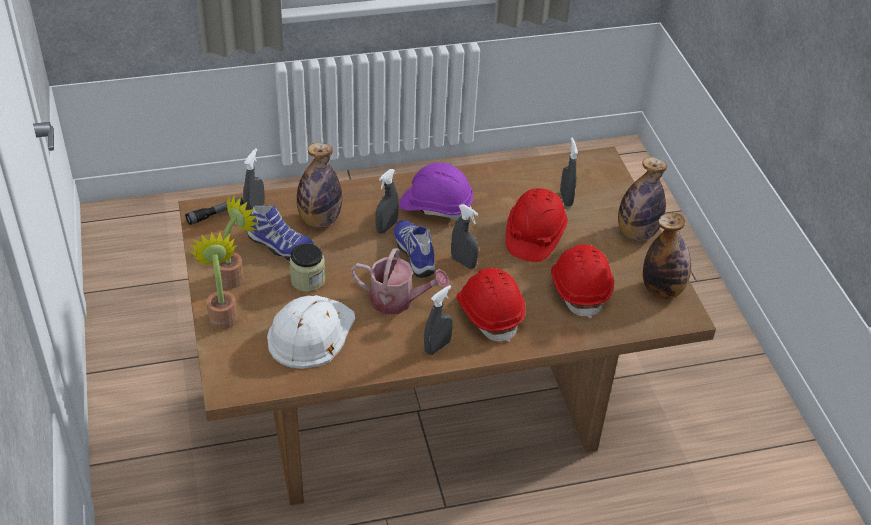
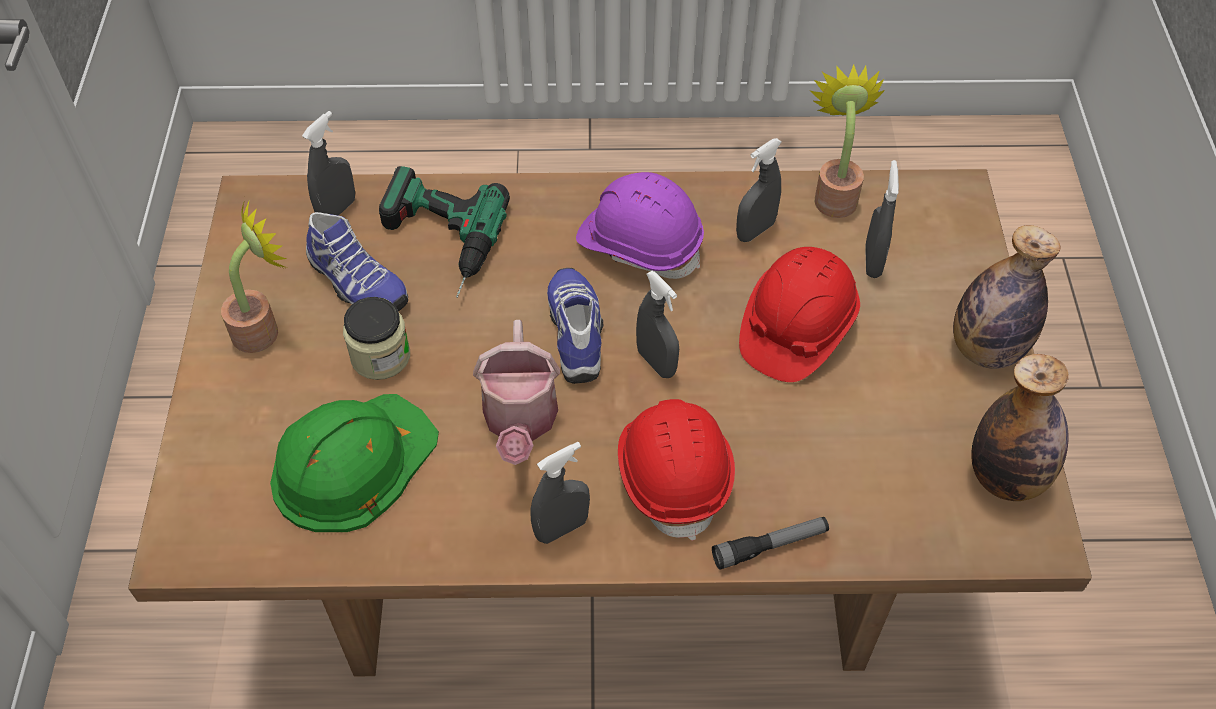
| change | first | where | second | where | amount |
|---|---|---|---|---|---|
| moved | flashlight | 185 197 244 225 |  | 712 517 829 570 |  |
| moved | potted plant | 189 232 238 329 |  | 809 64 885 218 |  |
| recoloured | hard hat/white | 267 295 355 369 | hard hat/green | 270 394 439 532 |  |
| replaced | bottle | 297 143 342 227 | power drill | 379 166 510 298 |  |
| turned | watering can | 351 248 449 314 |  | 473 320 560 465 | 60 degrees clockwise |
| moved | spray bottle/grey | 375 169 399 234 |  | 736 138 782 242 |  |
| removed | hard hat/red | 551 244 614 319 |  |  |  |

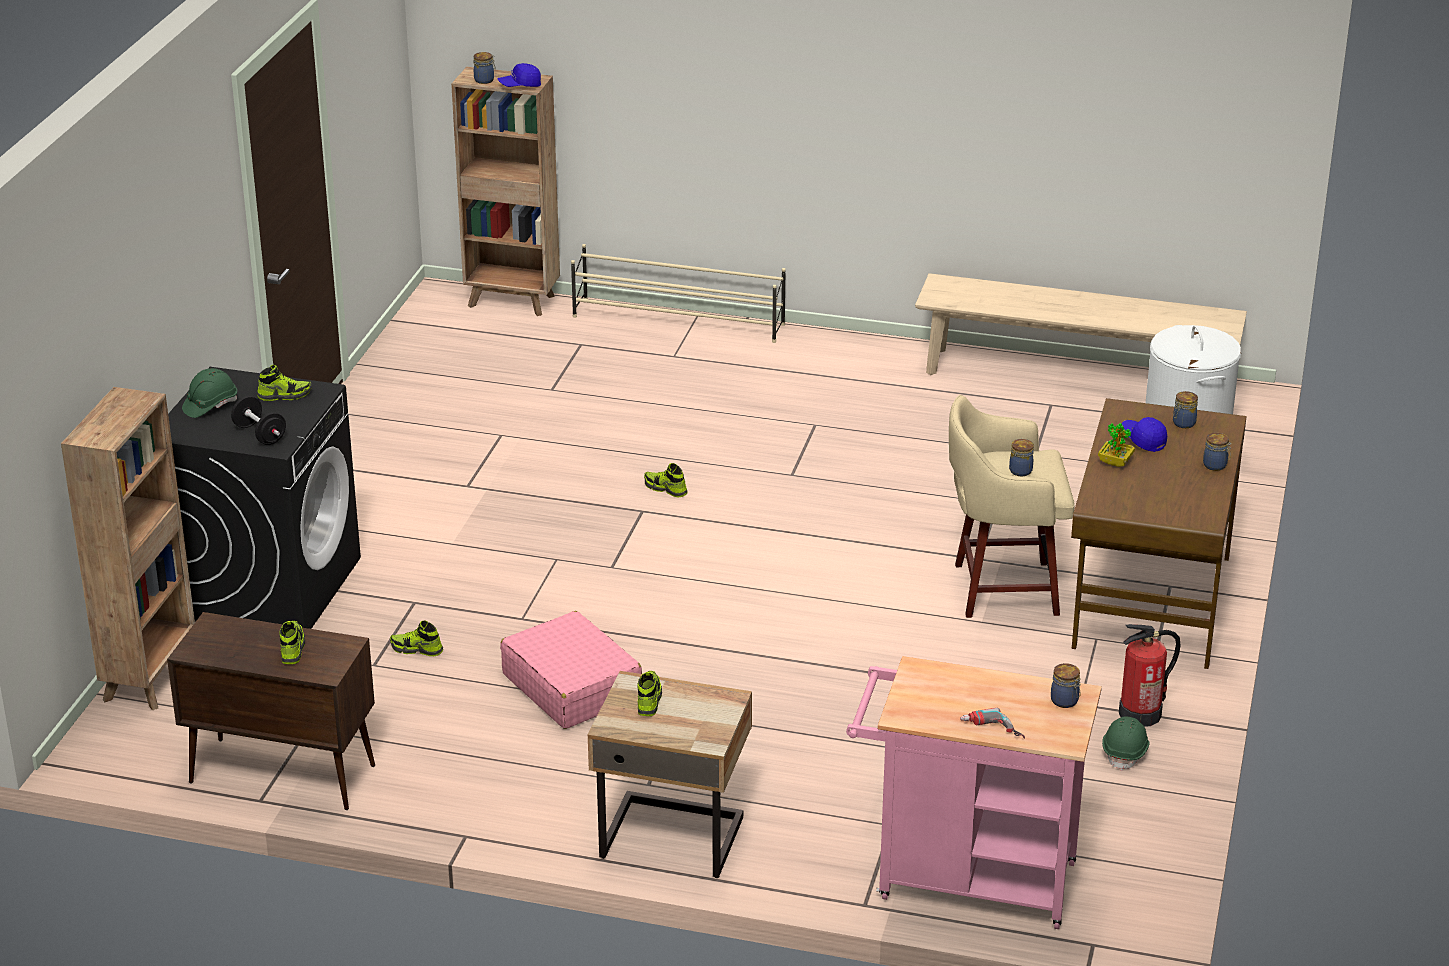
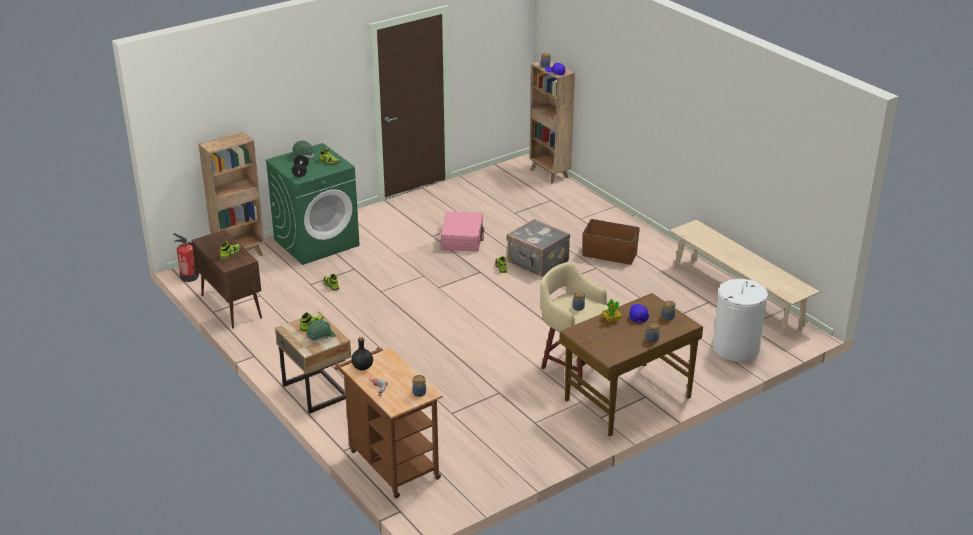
| change | first | where | second | where | amount |
|---|---|---|---|---|---|
| recoloured | washing machine/black | 168 367 361 629 | washing machine/green | 265 143 360 265 |  |
| moved | suitcase/pink | 500 611 642 729 |  | 441 211 484 251 |  |
| removed | shoe rack/beige | 571 244 786 343 |  |  |  |
| recoloured | cart/pink | 846 656 1102 929 | cart/brown | 334 347 443 499 |  |
| moved | hard hat/green | 1102 717 1150 771 |  | 306 320 336 343 |  |
| moved | fire extinguisher | 1119 624 1181 727 |  | 173 233 199 282 |  |
| added |  |  | bottle/black | 351 336 373 371 |  |
| added |  |  | suitcase/grey | 507 219 570 277 |  |
| added |  |  | storage box/brown | 583 219 640 265 |  |

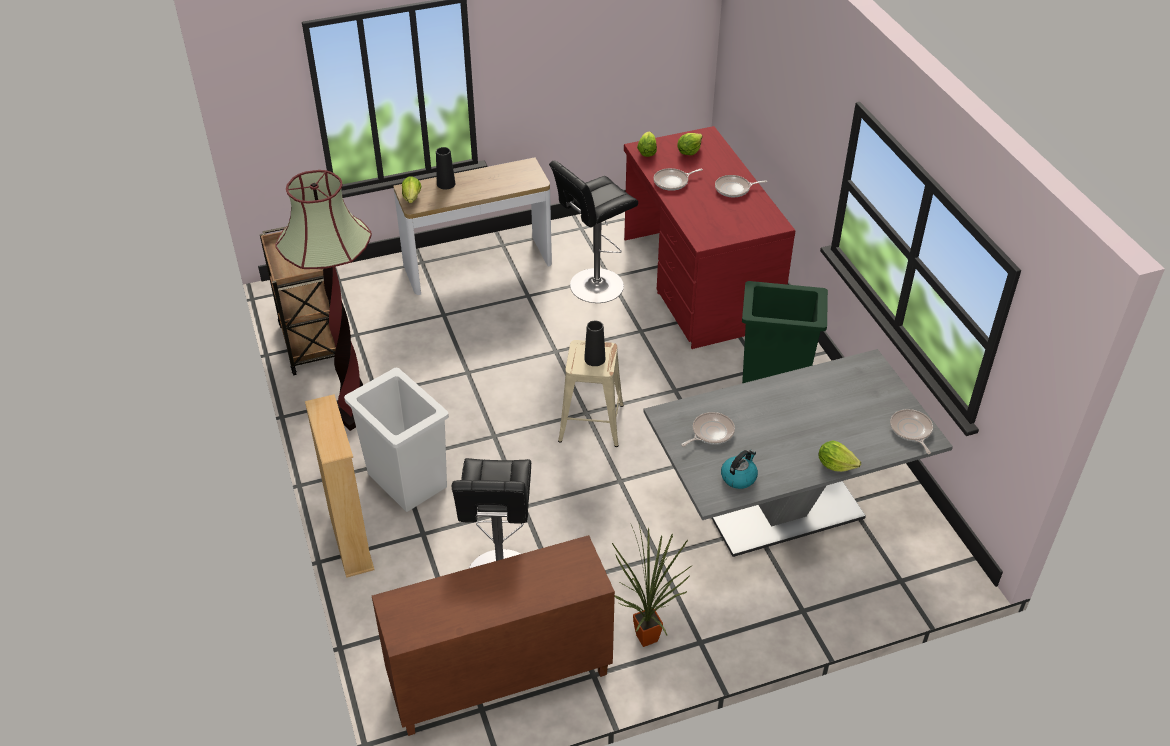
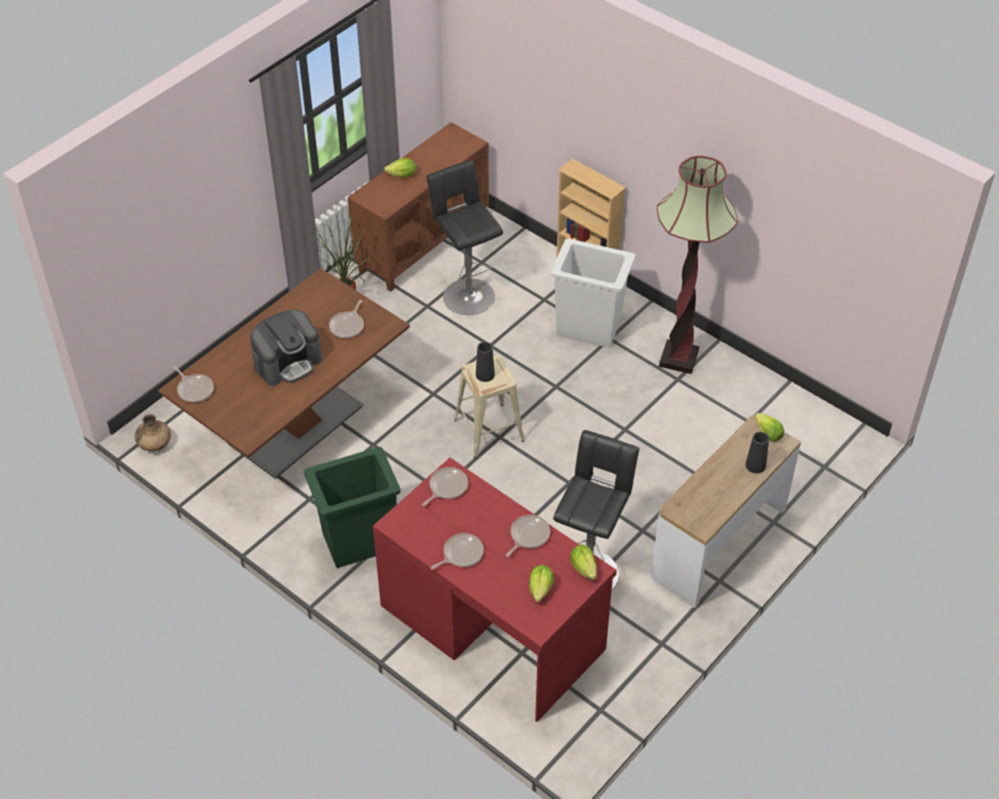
| change | first | where | second | where | amount |
|---|---|---|---|---|---|
| removed | cart/brown | 260 226 336 375 |  |  |  |
| recoloured | dining table/grey | 644 349 953 557 | dining table/brown | 158 268 410 479 |  |
| removed | kettle | 721 450 758 489 |  |  |  |
| moved | lettuce | 818 440 861 472 |  | 384 158 416 178 |  |
| added |  |  | vase/brown | 135 414 171 451 |  |
| added |  |  | coffee machine | 250 310 322 386 |  |
| added |  |  | frying pan | 422 467 468 506 |  |

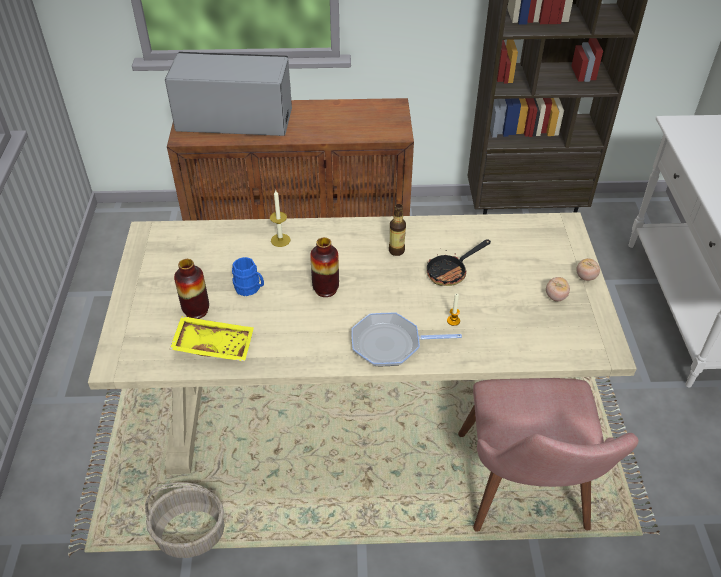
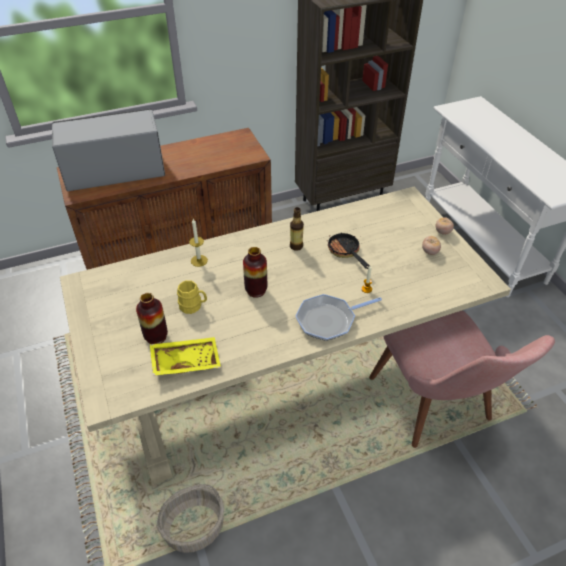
| change | first | where | second | where | amount |
|---|---|---|---|---|---|
| recoloured | mug/blue | 232 257 264 296 | mug/yellow | 177 280 207 314 |  |
| turned | frying pan | 427 239 491 286 |  | 327 232 370 269 | 120 degrees clockwise |

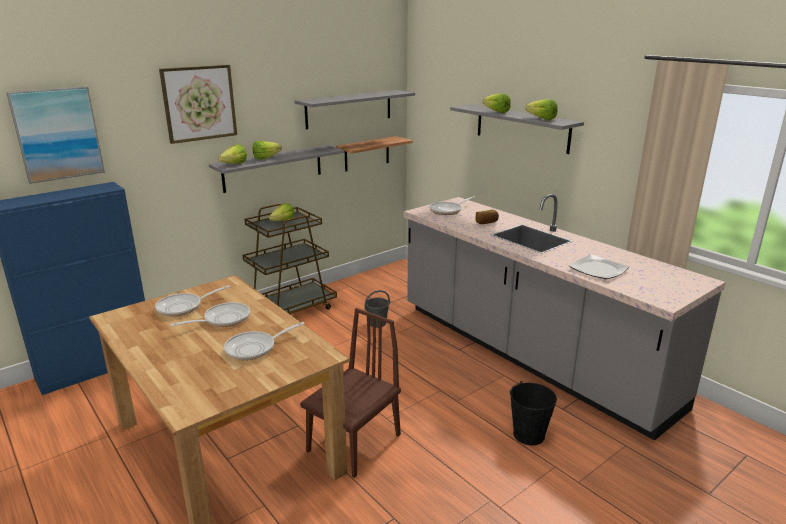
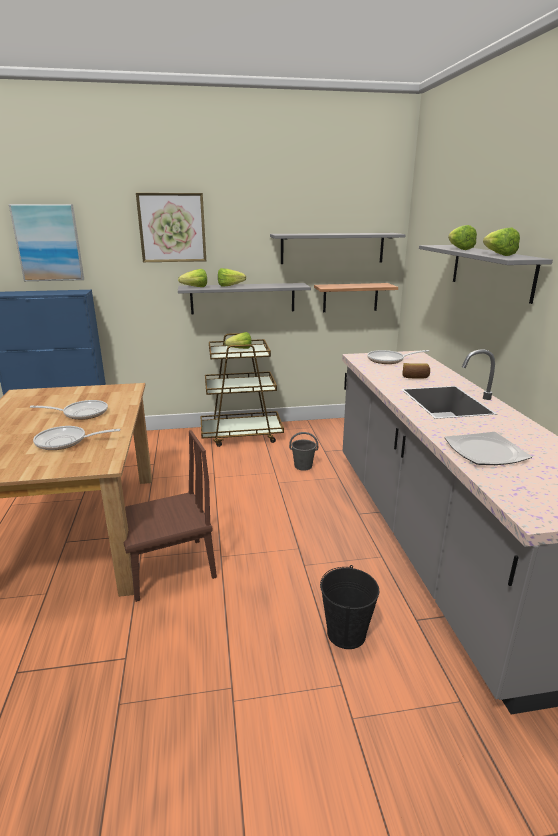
| change | first | where | second | where | amount |
|---|---|---|---|---|---|
| removed | frying pan | 155 285 230 316 |  |  |  |

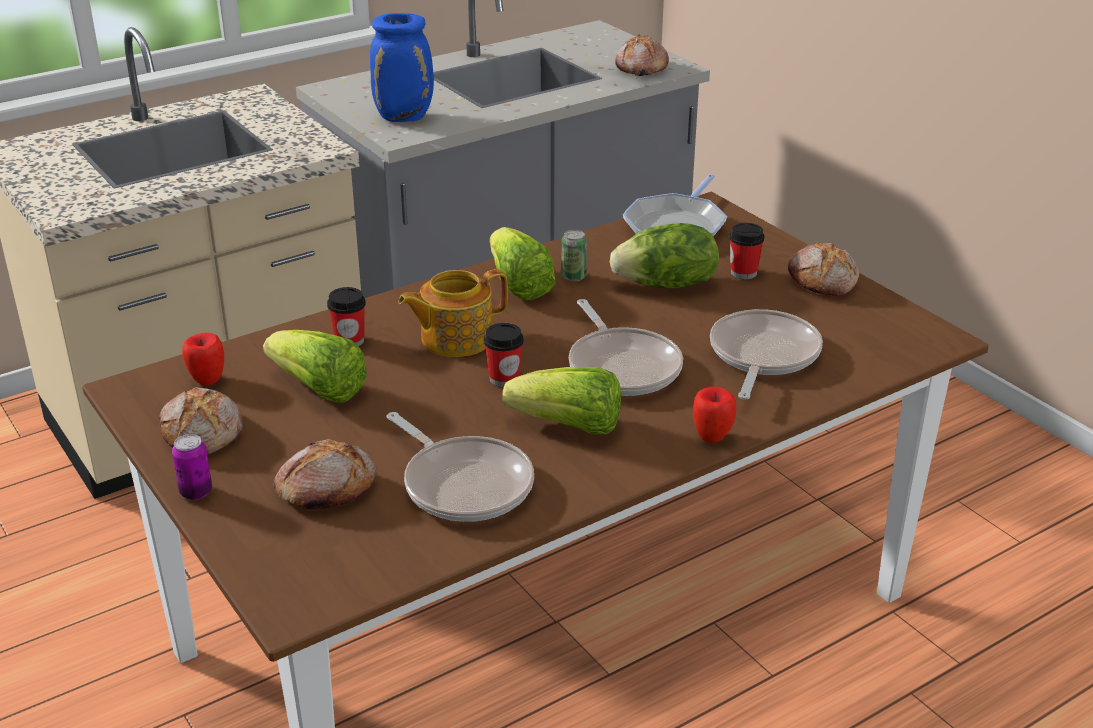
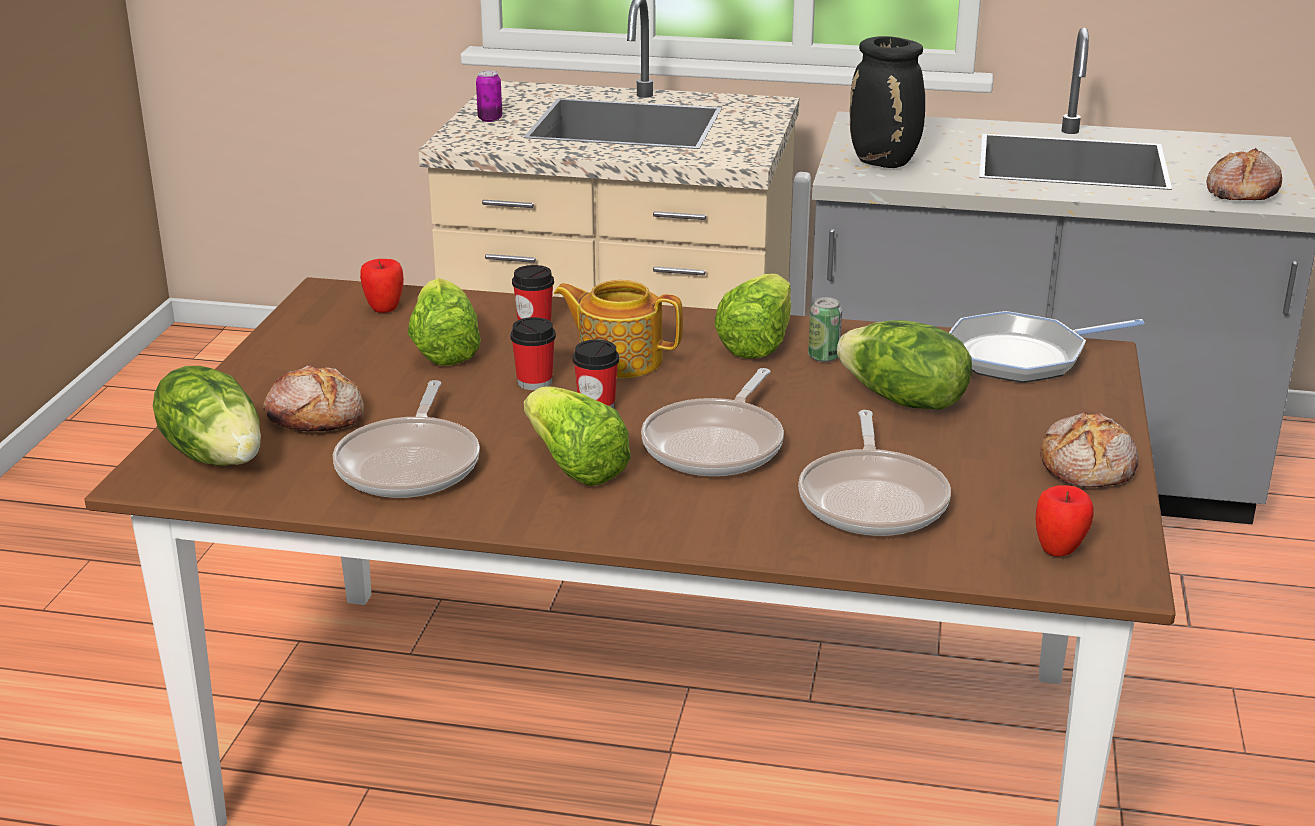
| change | first | where | second | where | amount |
|---|---|---|---|---|---|
| removed | bread | 159 387 243 454 |  |  |  |
| moved | can | 172 434 212 500 |  | 476 71 502 122 |  |
| recoloured | vase/blue | 370 13 434 122 | vase/black | 850 36 925 168 |  |
| moved | apple | 693 387 736 443 |  | 1036 485 1094 557 |  |
| turned | frying pan | 710 309 823 400 |  | 798 410 951 536 | 120 degrees clockwise |
| moved | cup | 729 223 765 279 |  | 510 317 556 390 |  |
| added |  |  | lettuce | 153 366 261 466 |  |

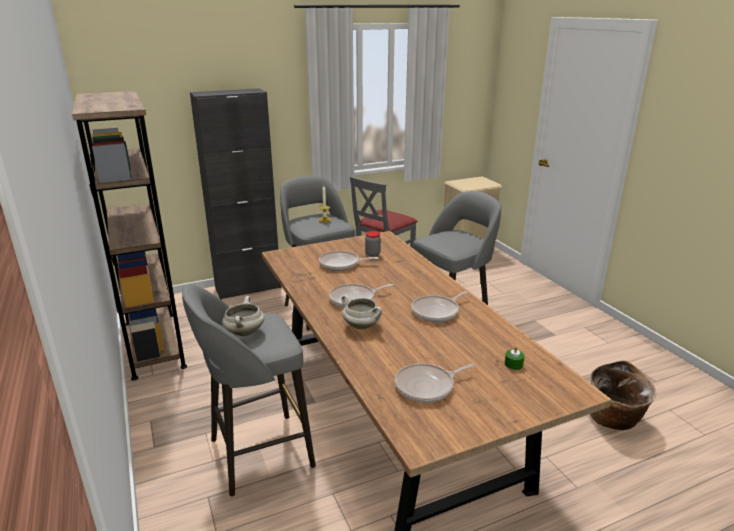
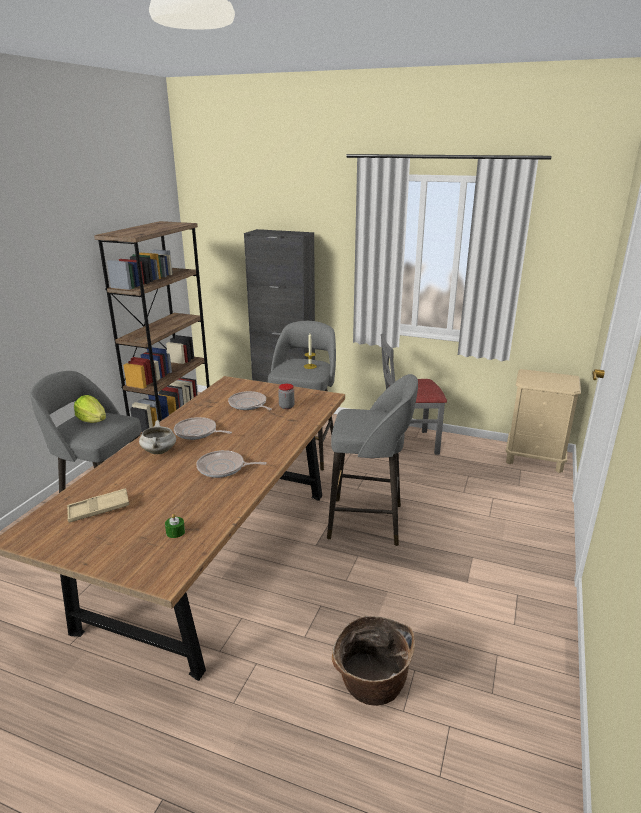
| change | first | where | second | where | amount |
|---|---|---|---|---|---|
| replaced | cooking pot/white | 222 296 264 336 | lettuce | 74 395 106 423 |  |
| replaced | frying pan | 395 363 475 402 | tray/beige | 67 488 129 522 |  |

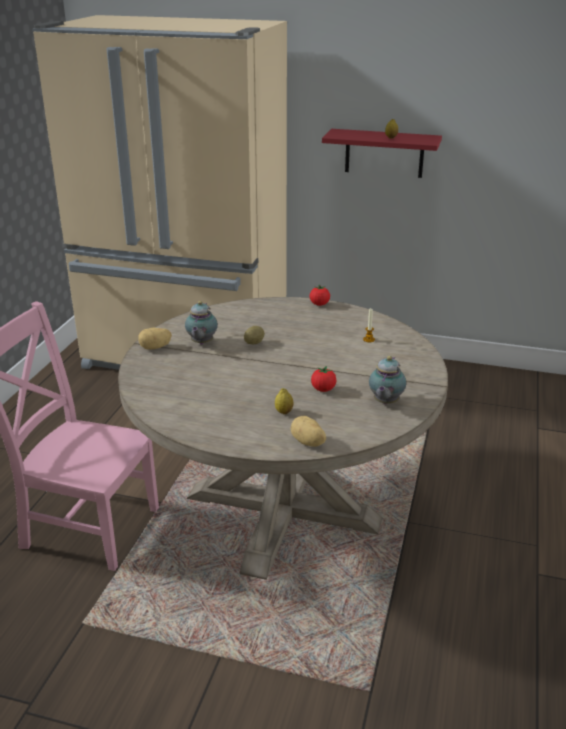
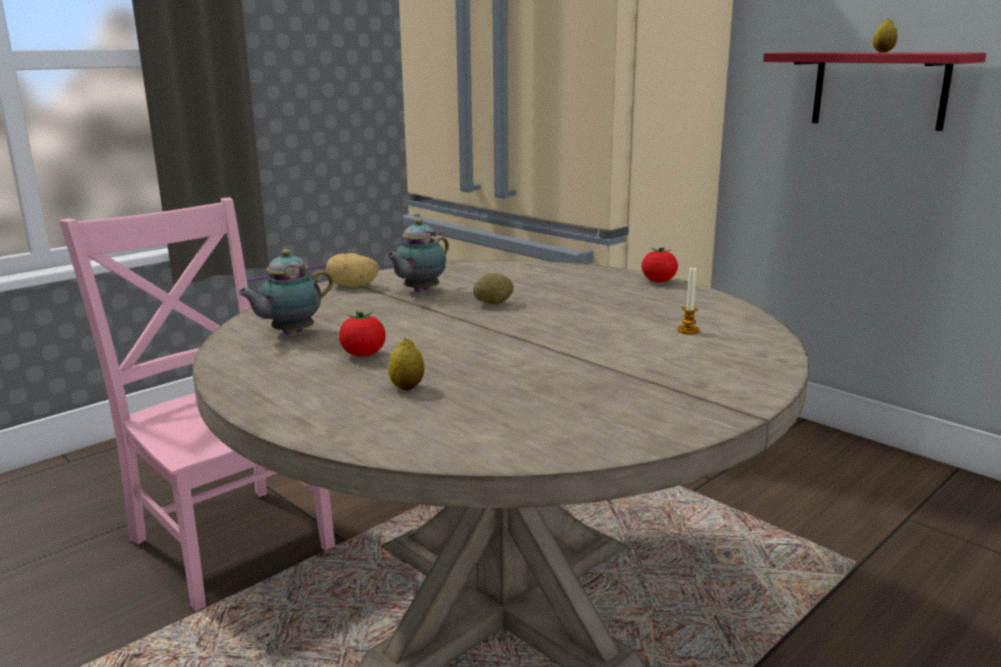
| change | first | where | second | where | amount |
|---|---|---|---|---|---|
| removed | potato | 291 416 326 447 |  |  |  |
| moved | tomato | 311 366 336 392 |  | 339 311 386 357 |  |
| moved | teapot | 369 356 406 404 |  | 237 249 333 335 |  |

